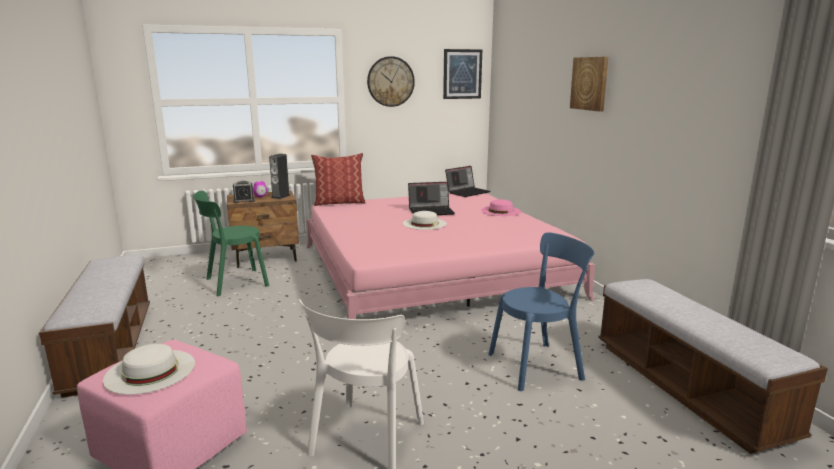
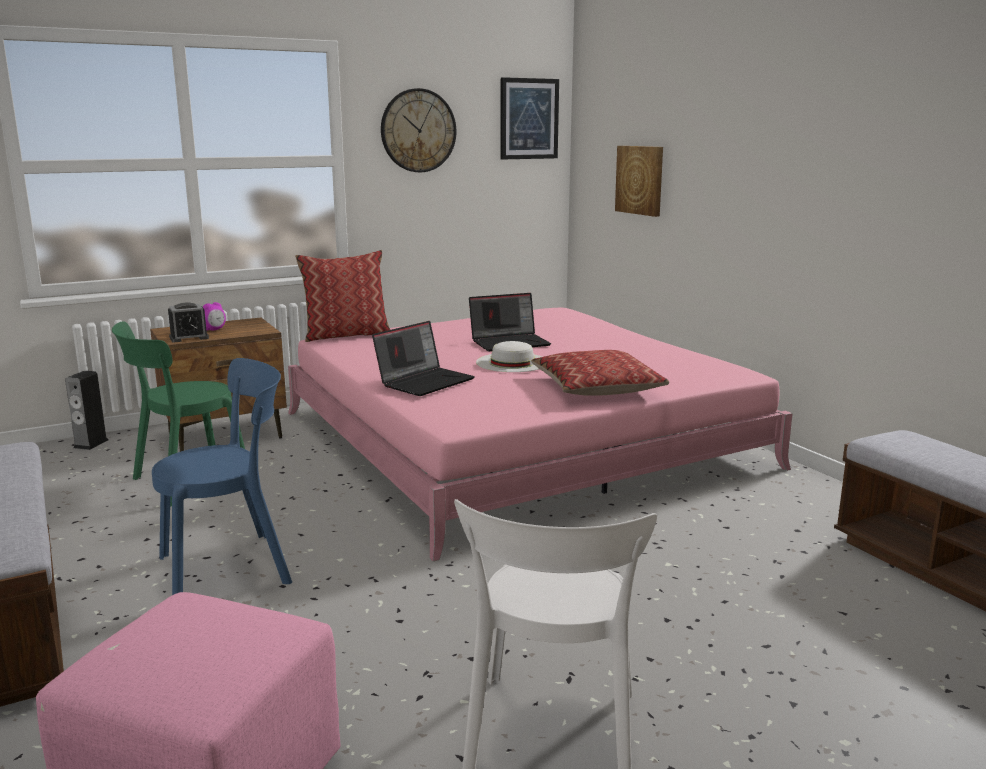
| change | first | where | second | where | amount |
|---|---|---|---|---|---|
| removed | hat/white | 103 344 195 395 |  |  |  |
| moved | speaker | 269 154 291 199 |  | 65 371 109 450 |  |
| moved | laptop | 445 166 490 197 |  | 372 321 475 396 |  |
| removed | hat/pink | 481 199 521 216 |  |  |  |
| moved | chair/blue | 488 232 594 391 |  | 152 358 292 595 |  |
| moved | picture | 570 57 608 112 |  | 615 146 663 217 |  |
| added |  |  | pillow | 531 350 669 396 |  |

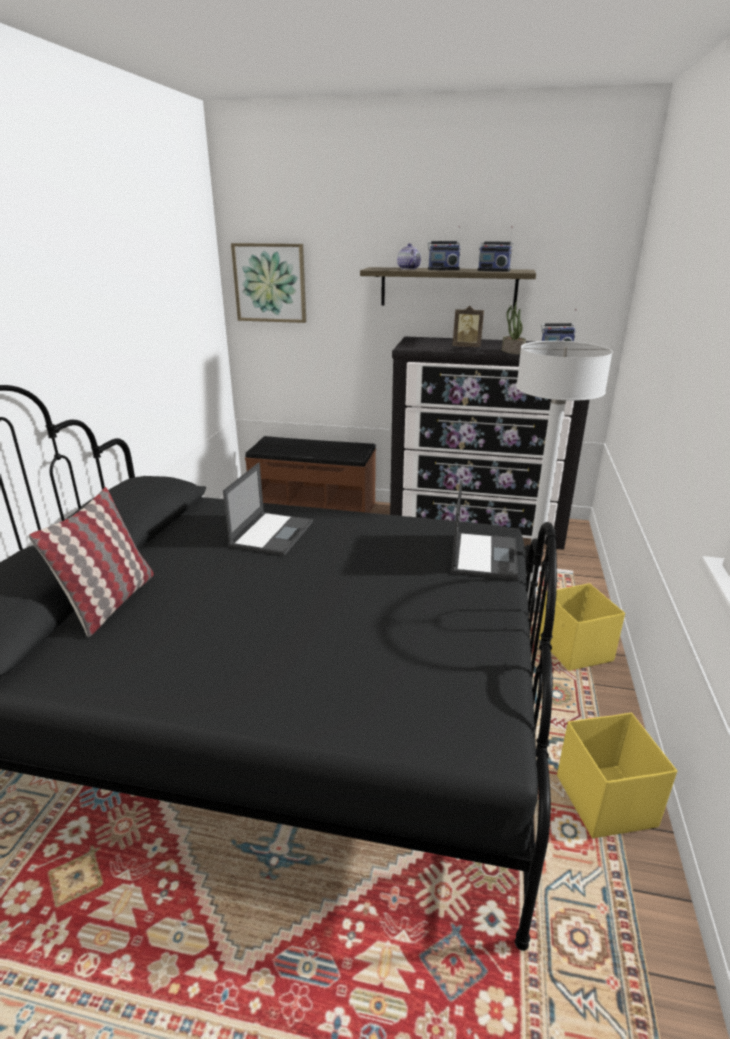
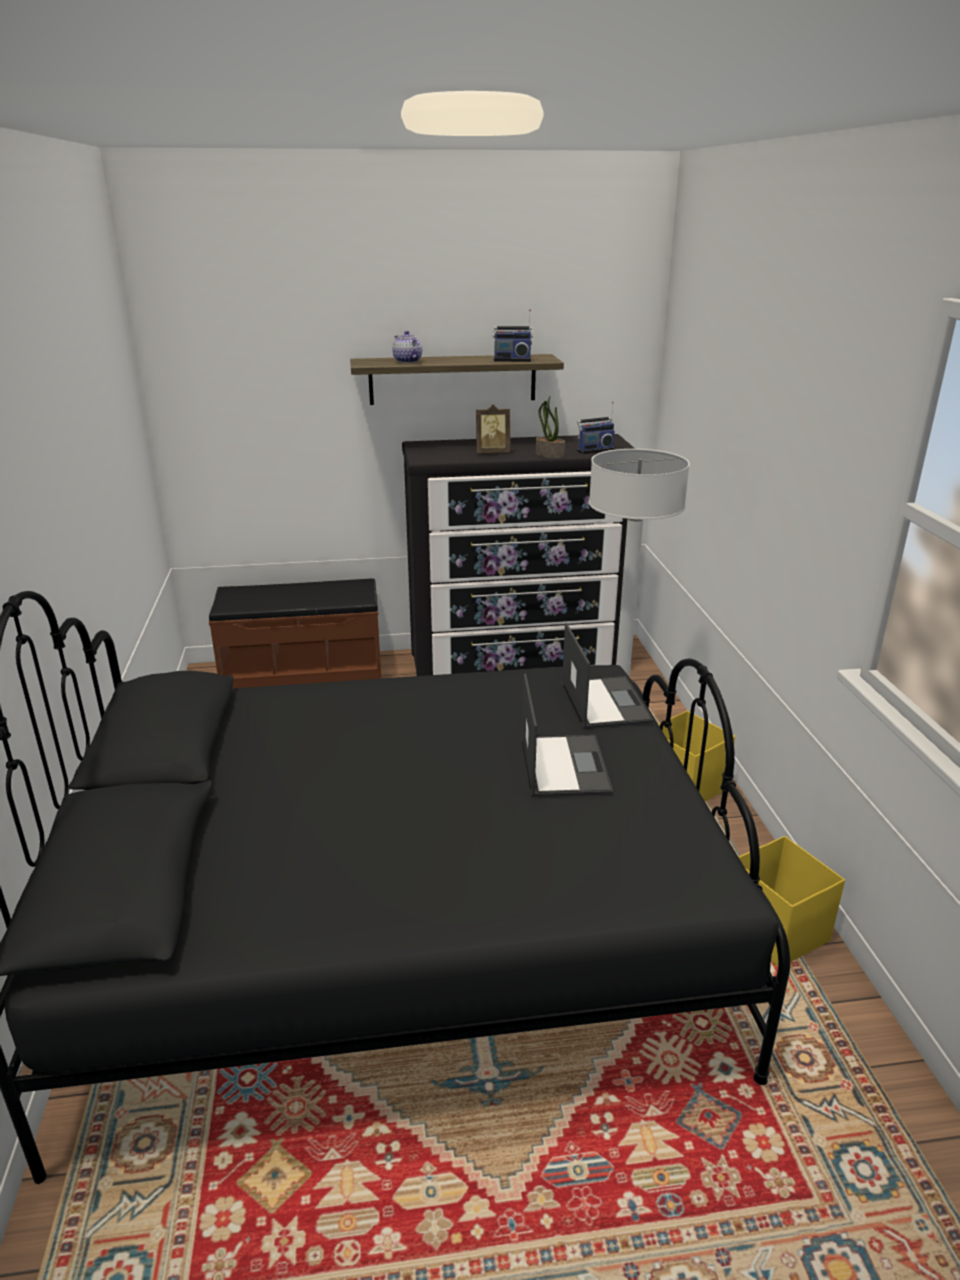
| change | first | where | second | where | amount |
|---|---|---|---|---|---|
| removed | pillow | 29 487 154 637 |  |  |  |
| moved | laptop | 223 462 313 556 |  | 521 674 613 797 |  |
| removed | picture | 231 243 306 323 |  |  |  |
| removed | radio | 428 226 461 270 |  |  |  |

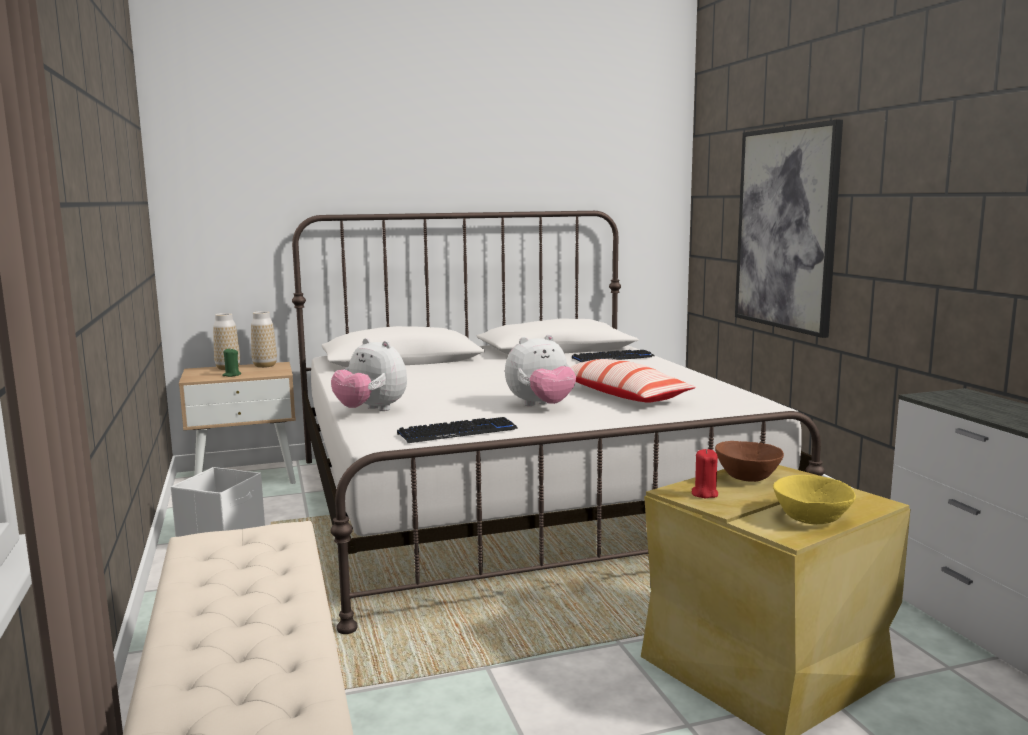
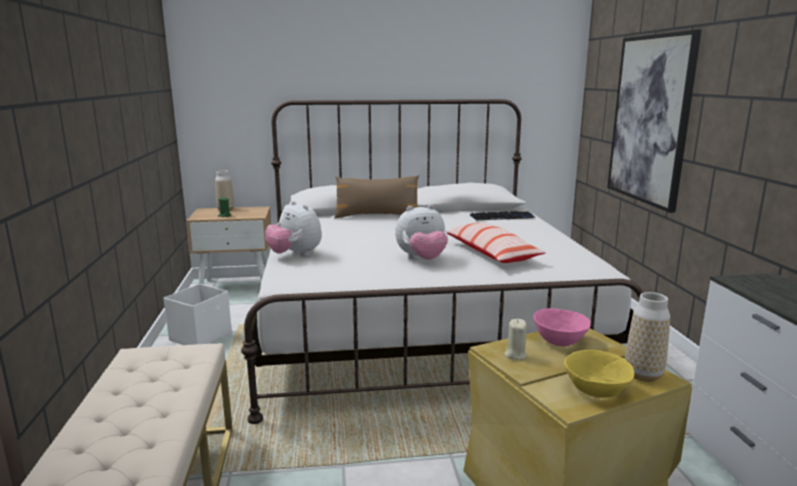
| change | first | where | second | where | amount |
|---|---|---|---|---|---|
| moved | vase | 251 311 277 368 |  | 625 292 670 382 |  |
| removed | keyboard | 397 417 518 443 |  |  |  |
| recoloured | candle/red | 692 449 718 498 | candle/beige | 504 319 527 360 |  |
| recoloured | bowl/brown | 715 441 784 482 | bowl/pink | 533 308 591 346 |  |
| added |  |  | pillow/brown | 334 175 419 218 |  |

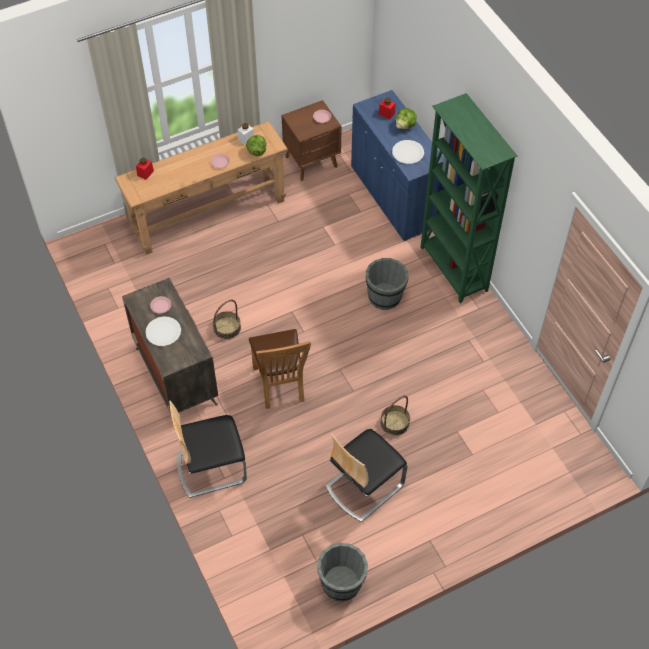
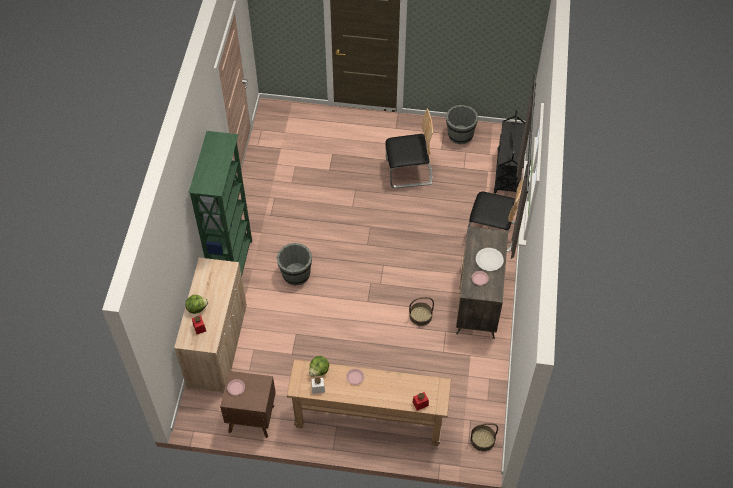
| change | first | where | second | where | amount |
|---|---|---|---|---|---|
| removed | chair/brown | 249 329 311 409 |  |  |  |
| recoloured | cabinet/blue | 351 90 444 241 | cabinet/beige | 174 258 247 393 |  |
| moved | basket | 380 396 410 436 |  | 470 423 498 451 |  |
| removed | plate/white | 392 140 424 164 |  |  |  |
| added |  |  | cart/black | 494 110 525 194 |  |

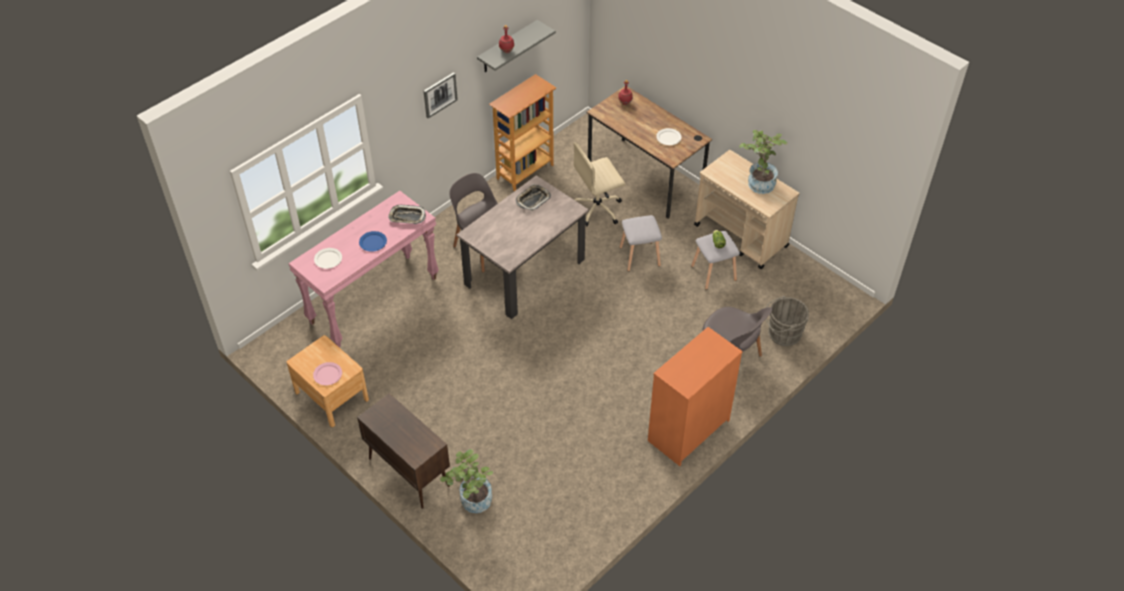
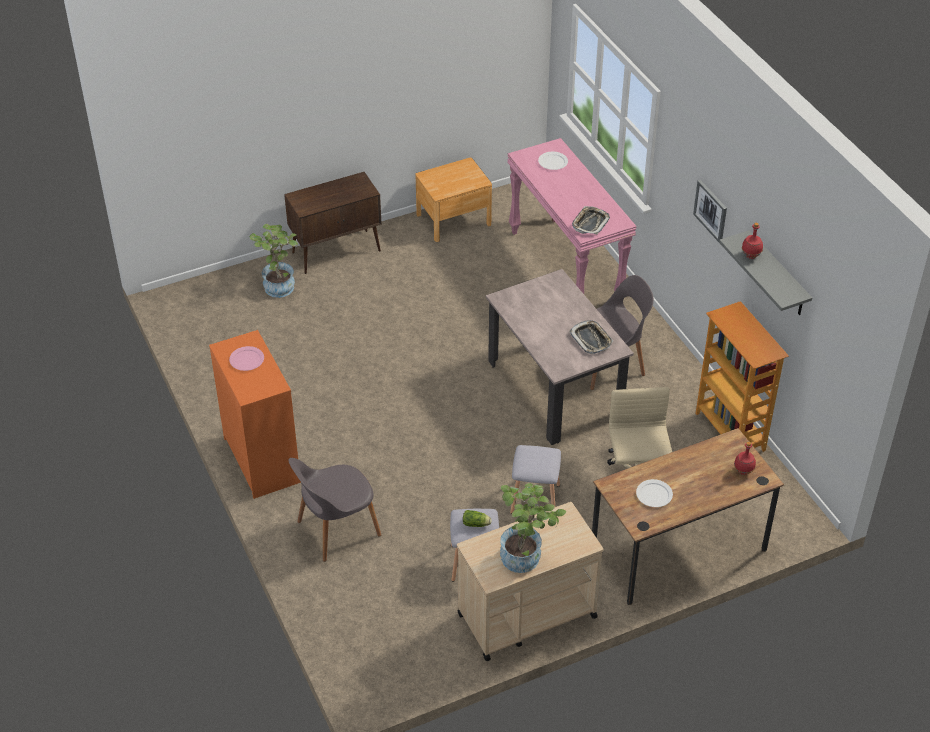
| change | first | where | second | where | amount |
|---|---|---|---|---|---|
| moved | plate/pink | 313 362 342 385 |  | 229 346 264 371 |  |
| removed | plate/blue | 359 231 387 252 |  |  |  |
| removed | bucket/grey | 766 296 809 346 |  |  |  |

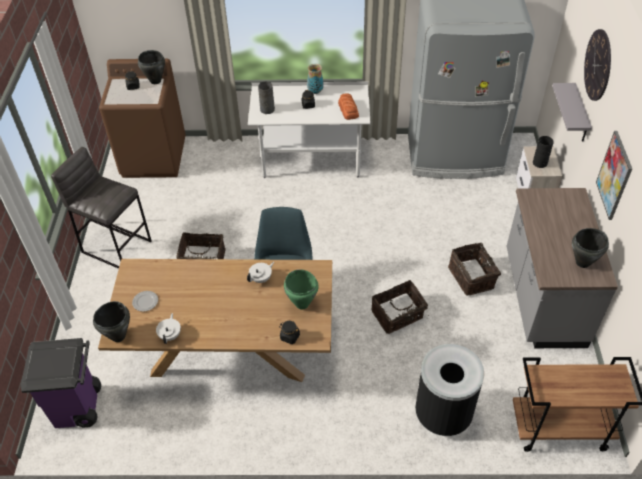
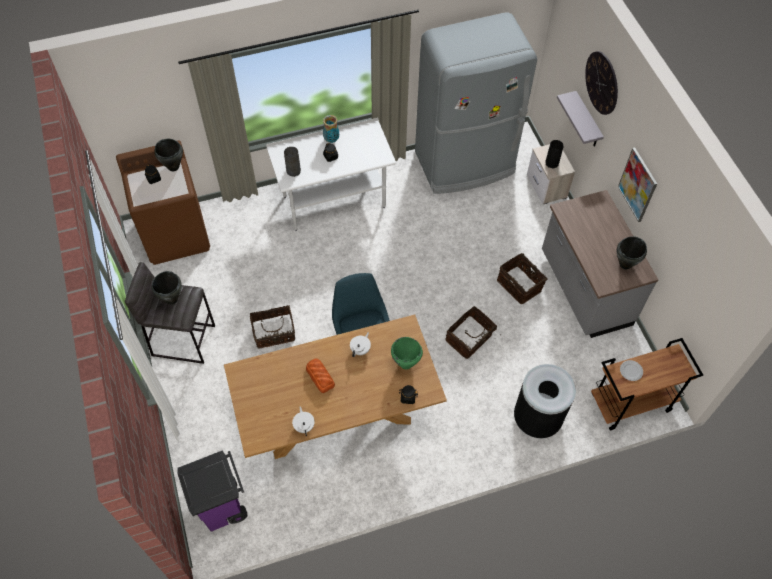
| change | first | where | second | where | amount |
|---|---|---|---|---|---|
| moved | cooking pot/black | 93 301 130 342 |  | 152 271 182 304 |  |
| moved | plate | 132 291 158 312 |  | 620 360 643 381 |  |
| moved | bread | 338 93 359 120 |  | 306 359 335 393 |  |

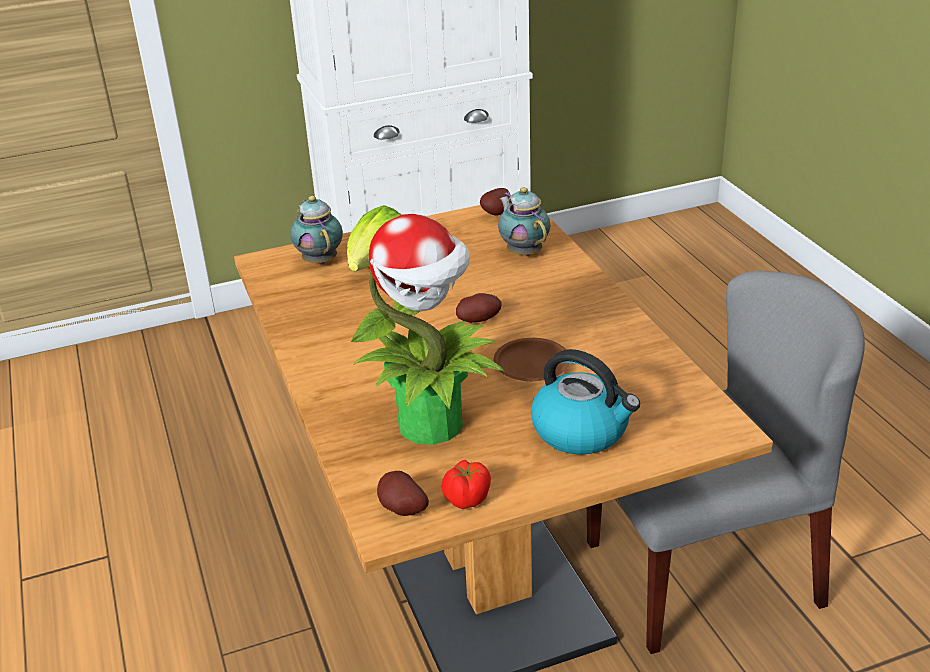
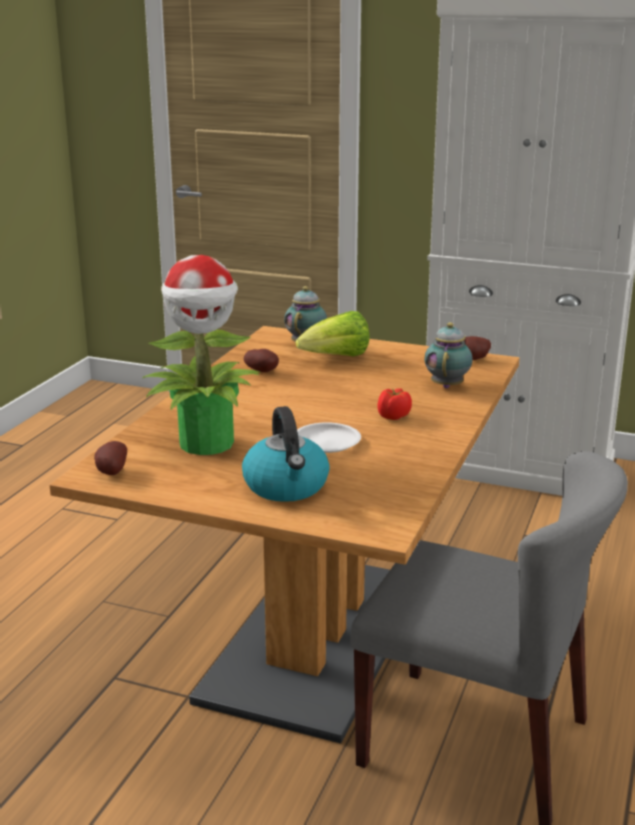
| change | first | where | second | where | amount |
|---|---|---|---|---|---|
| moved | tomato | 442 460 491 509 |  | 377 388 412 420 |  |
| moved | potato | 456 293 502 322 |  | 244 349 279 372 |  |
| recoloured | plate/brown | 494 338 570 381 | plate/white | 297 422 361 453 |  |

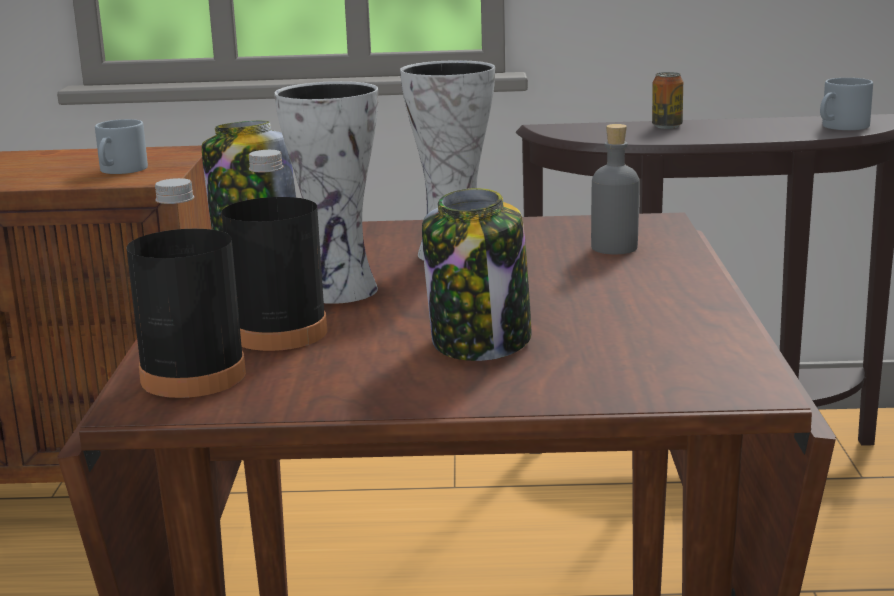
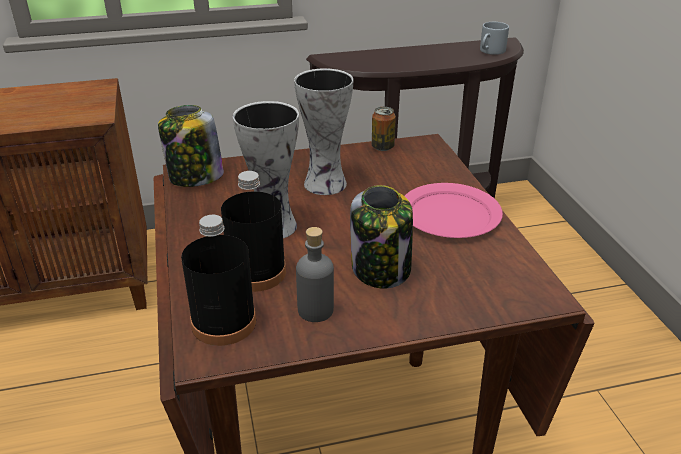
| change | first | where | second | where | amount |
|---|---|---|---|---|---|
| removed | mug/grey | 95 119 148 174 |  |  |  |
| moved | bottle/grey | 591 124 639 254 |  | 296 227 334 322 |  |
| moved | can | 652 72 683 129 |  | 372 107 396 151 |  |
| added |  |  | plate/pink | 405 183 503 238 |  |

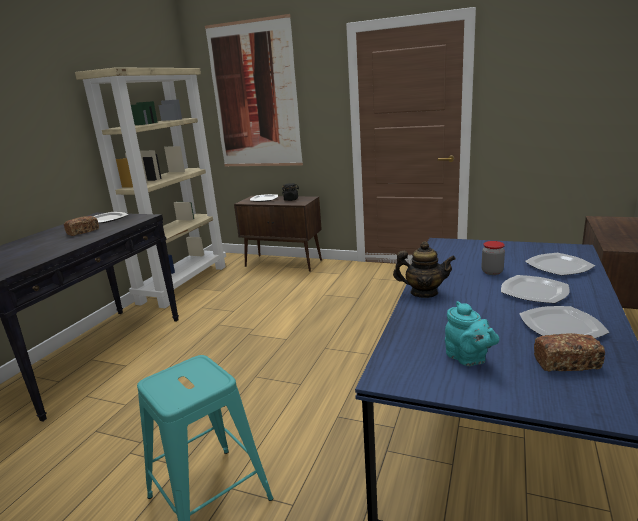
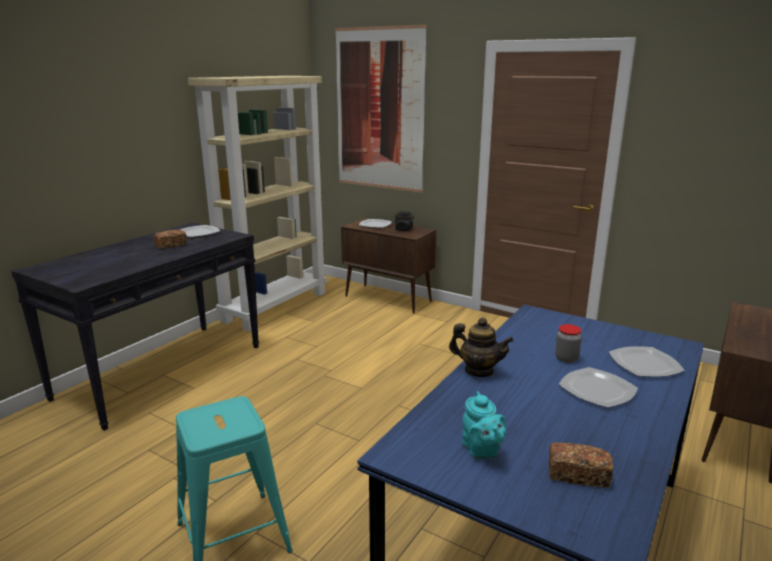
| change | first | where | second | where | amount |
|---|---|---|---|---|---|
| removed | plate | 519 306 610 338 |  |  |  |

